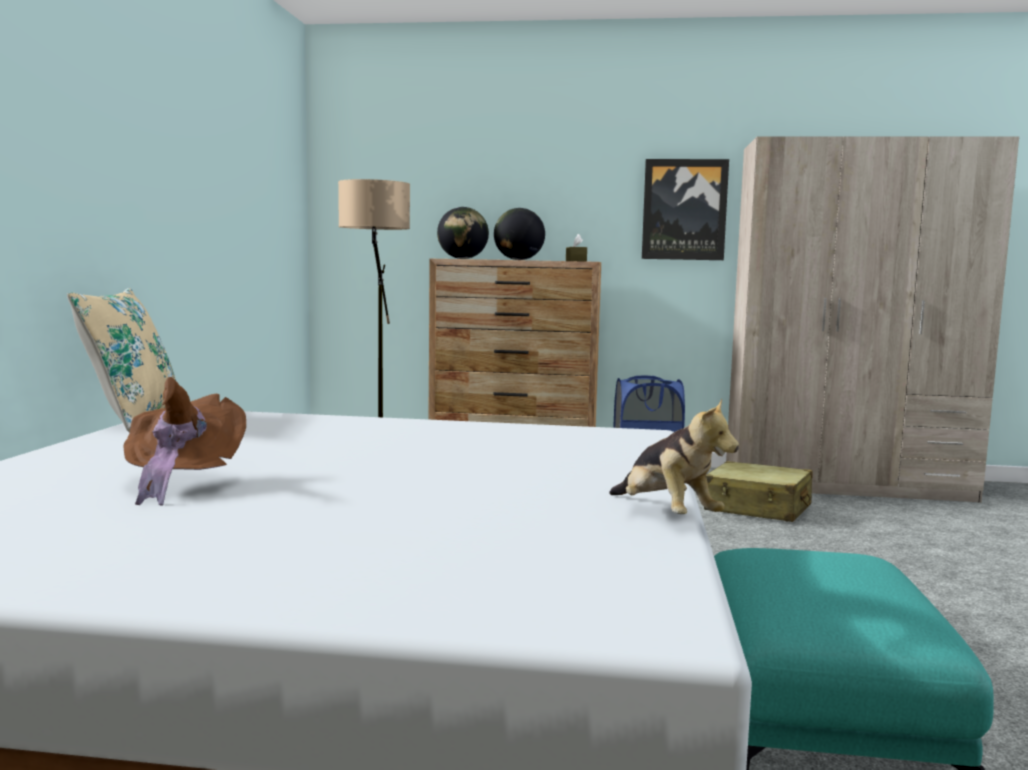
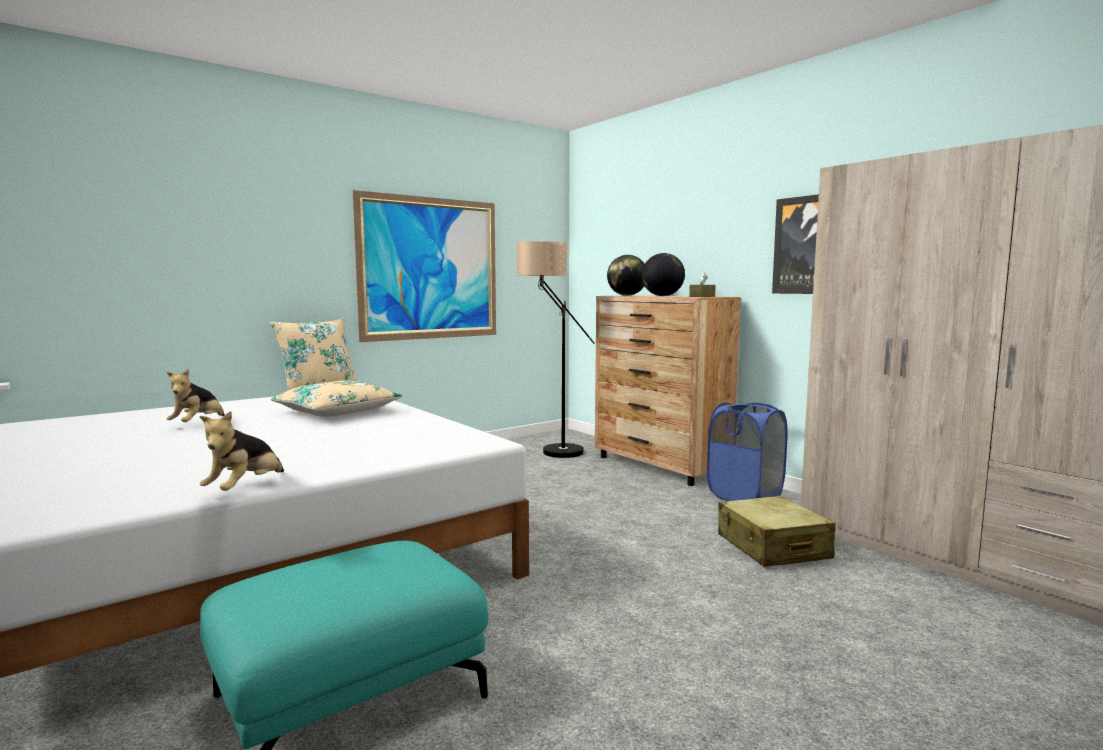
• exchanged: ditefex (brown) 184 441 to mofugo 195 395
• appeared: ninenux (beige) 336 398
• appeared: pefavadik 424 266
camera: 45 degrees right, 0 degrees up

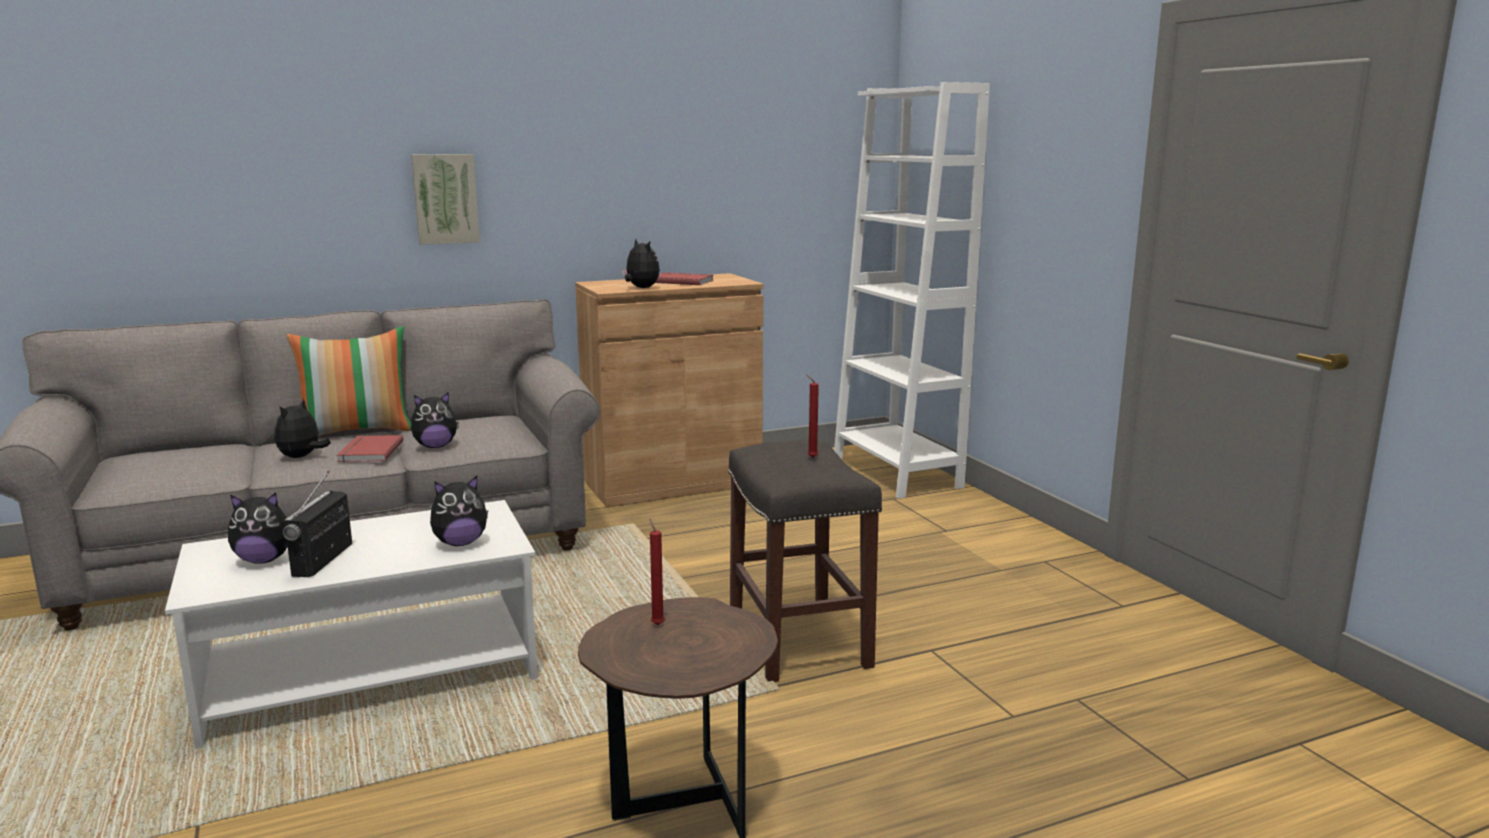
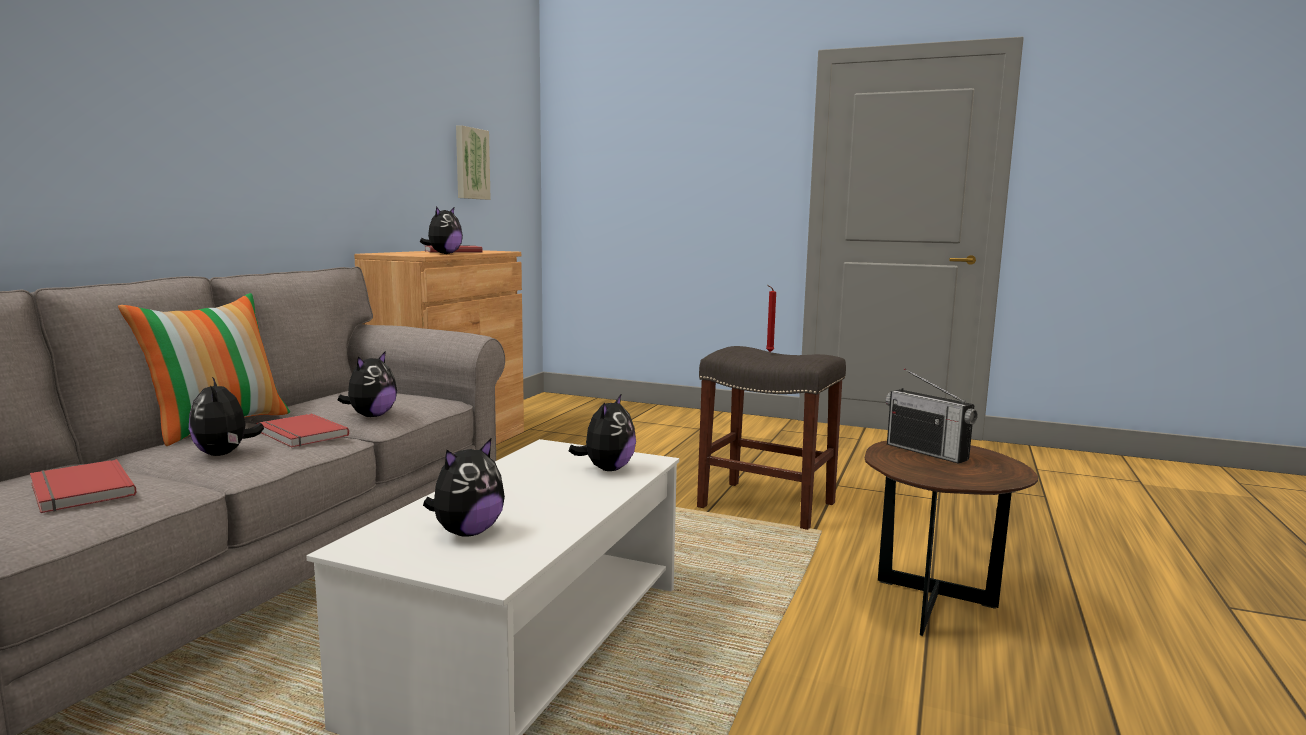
• appeared: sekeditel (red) 83 486
• spun: mofugo 641 263 = 441 230 105 degrees clockwise
• relocated: pefavadik 445 199 to 473 162
• relocated: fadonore 317 524 to 932 416
• missing: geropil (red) 657 571
• missing: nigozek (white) 912 290
camera: 45 degrees left, 5 degrees down

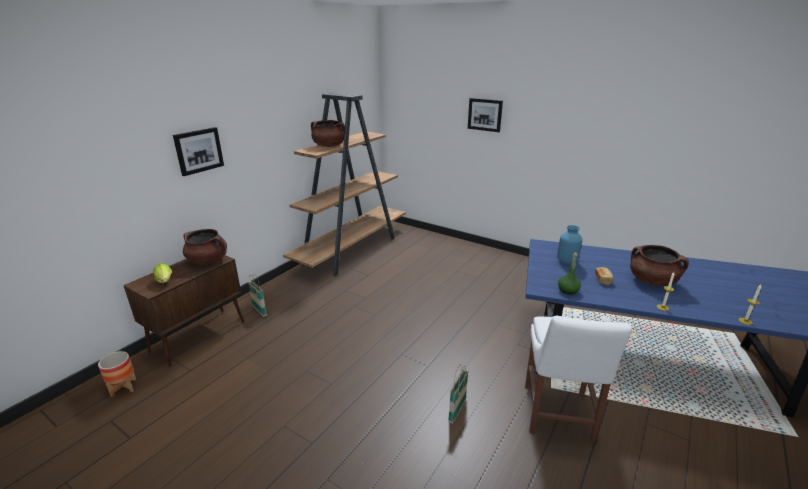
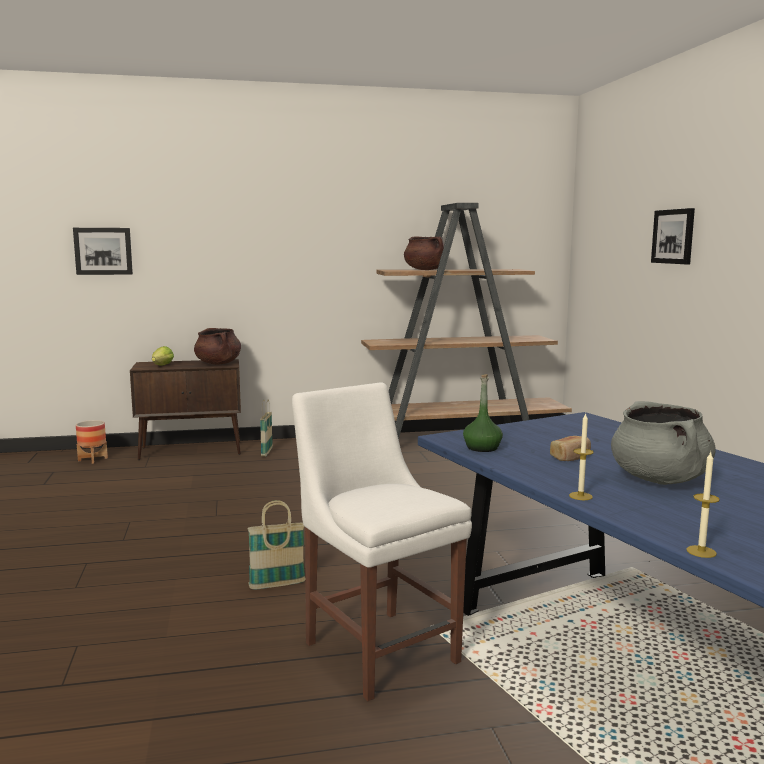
• relocated: pefavadik 198 151 to 103 251
• spun: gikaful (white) 578 379 = 382 541 90 degrees clockwise
• colour: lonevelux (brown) 659 265 to lonevelux (grey) 663 443
• missing: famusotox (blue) 570 244
camera: 45 degrees right, 15 degrees down

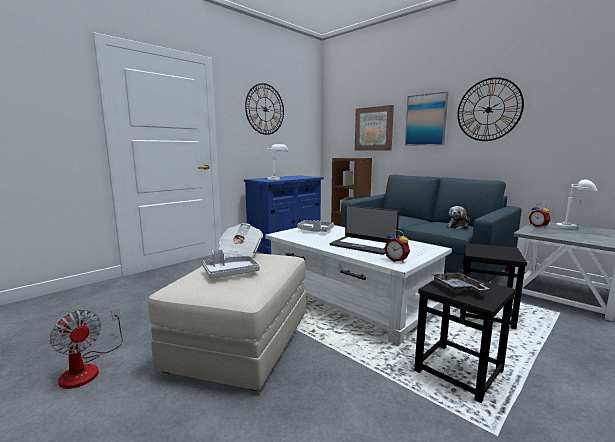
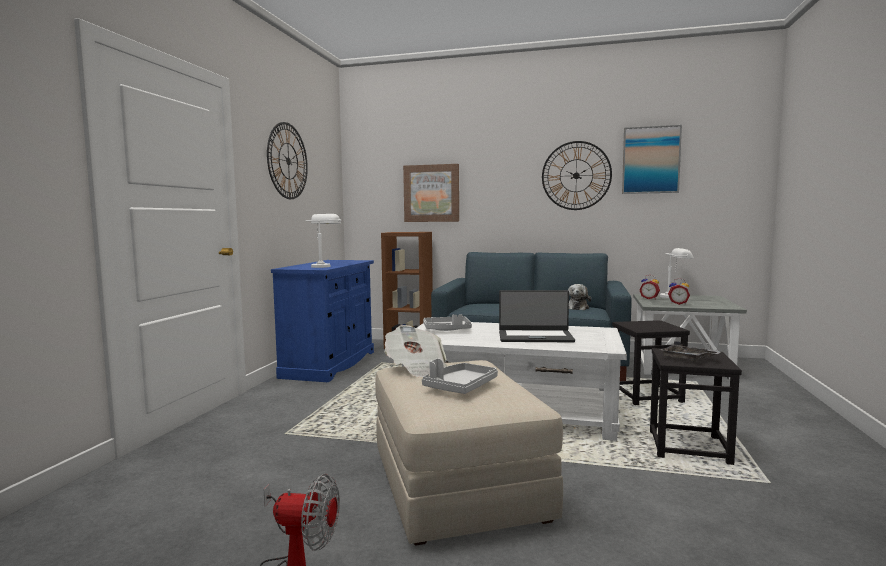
• relocated: pefavadik 426 118 to 652 159
• relocated: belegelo 397 246 to 679 291
camera: 30 degrees left, 5 degrees down

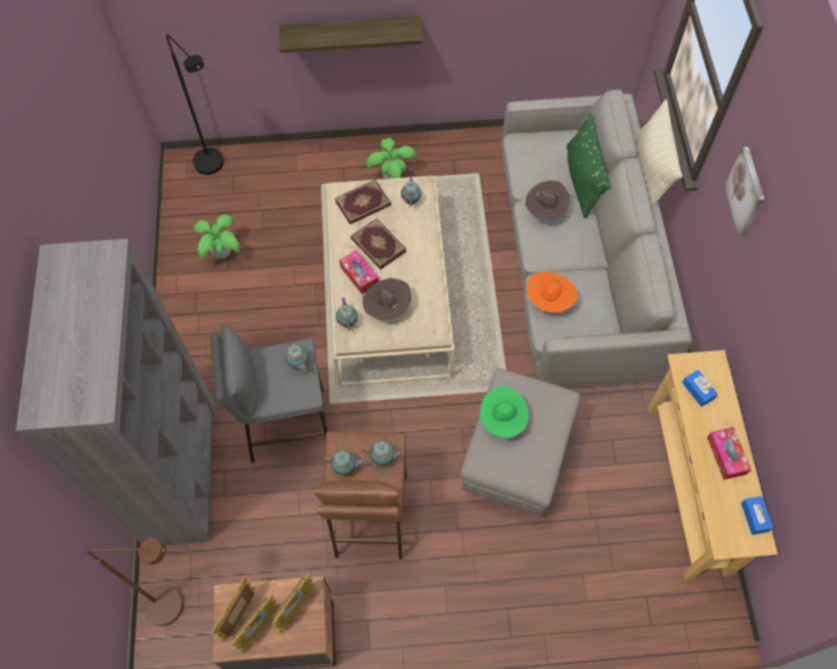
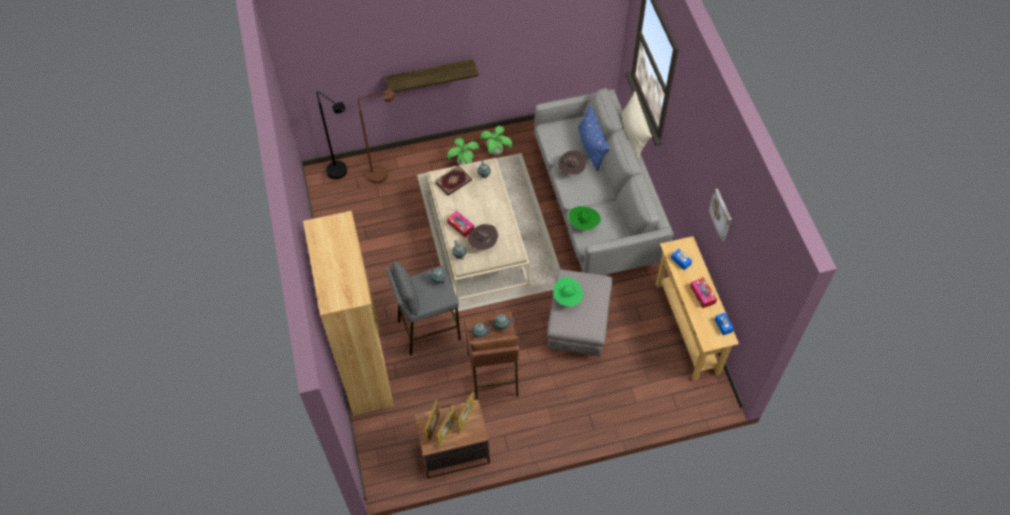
• colour: nigozek (grey) 115 392 to nigozek (brown) 348 313
• relocated: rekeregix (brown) 135 582 to 376 137
• relocated: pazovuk 217 236 to 496 140
• colour: ditefex (orange) 552 291 to ditefex (green) 585 218
• colour: ninenux (green) 589 165 to ninenux (blue) 594 138
• relocated: pefavadik 744 191 to 720 215
• missing: sekeditel 379 244
camera: 10 degrees left, 5 degrees down

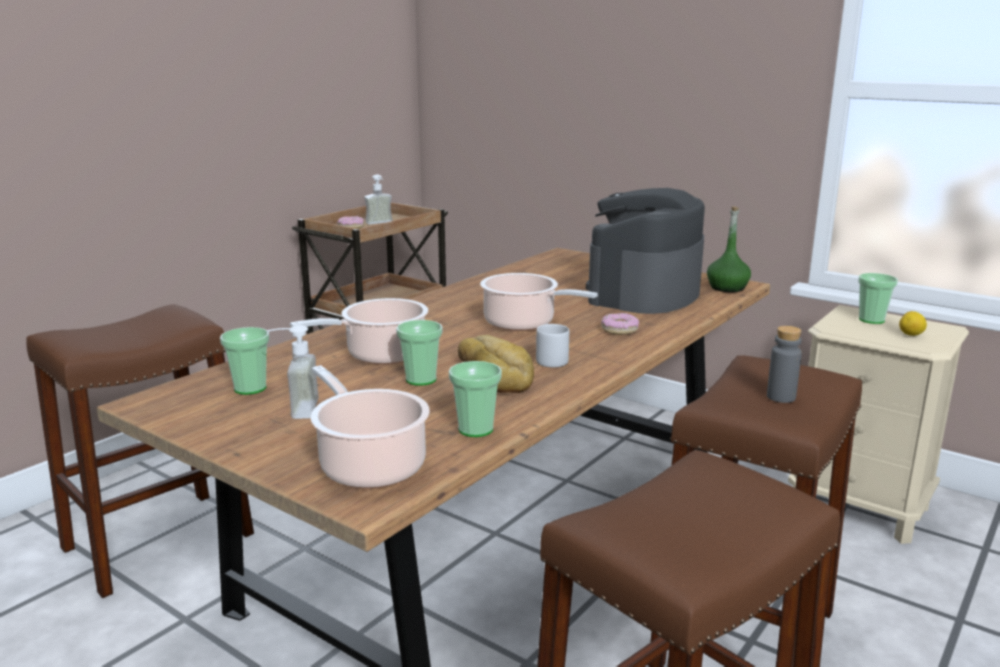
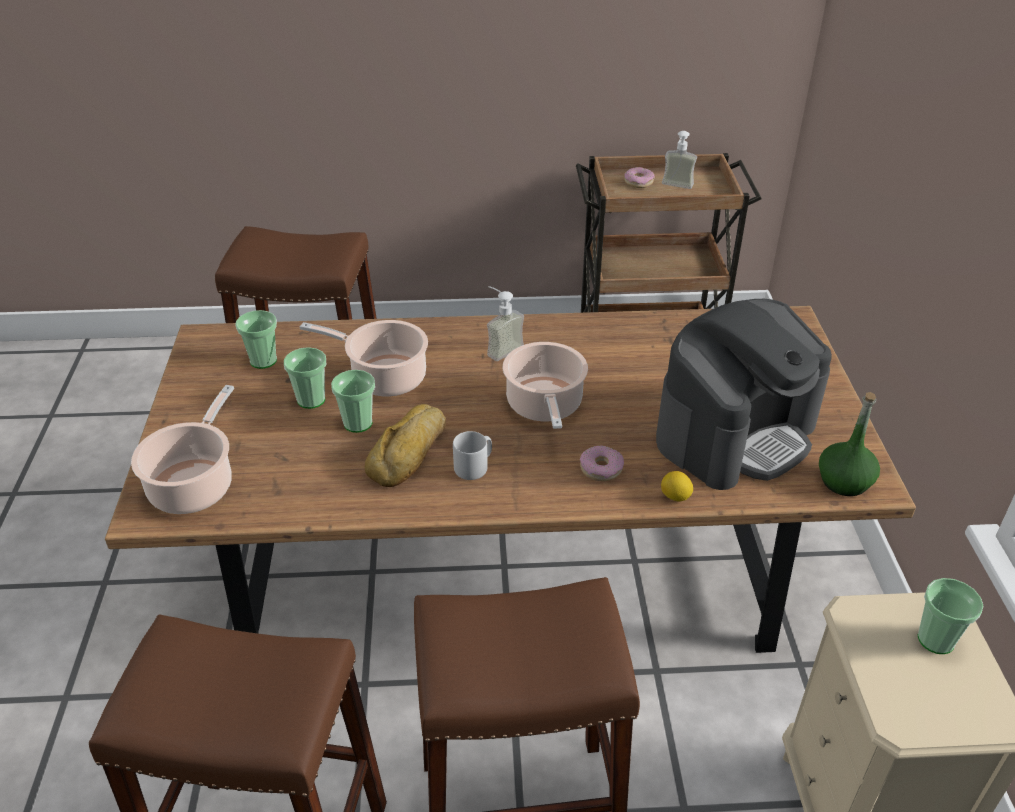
• relocated: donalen 475 399 to 305 378
• relocated: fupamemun 292 372 to 505 323
• spun: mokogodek 645 251 = 744 394 150 degrees clockwise
• relocated: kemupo 913 323 to 677 486
• missing: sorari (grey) 784 364
camera: 50 degrees right, 20 degrees up

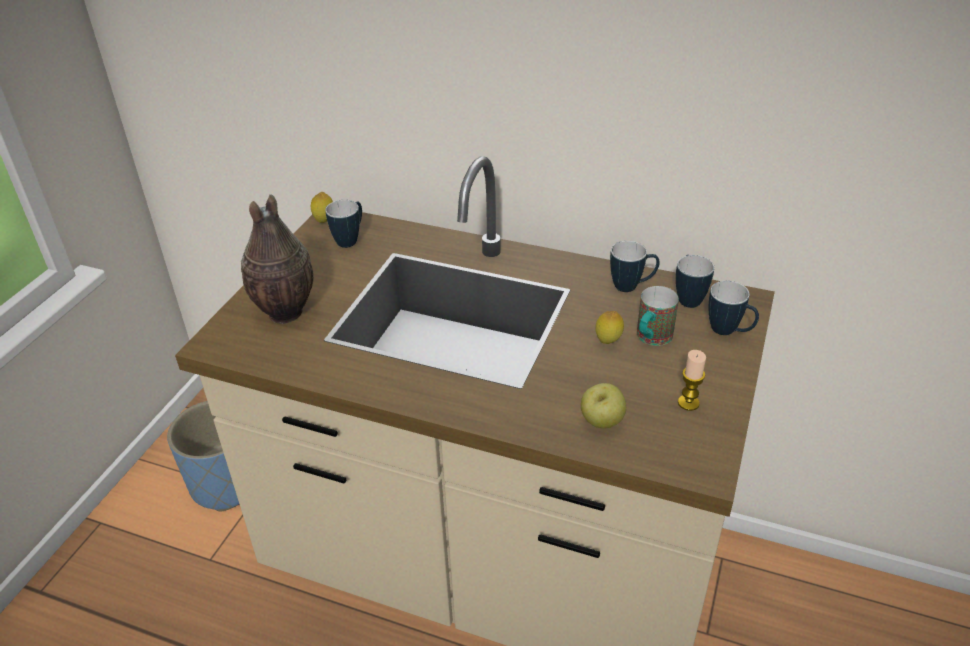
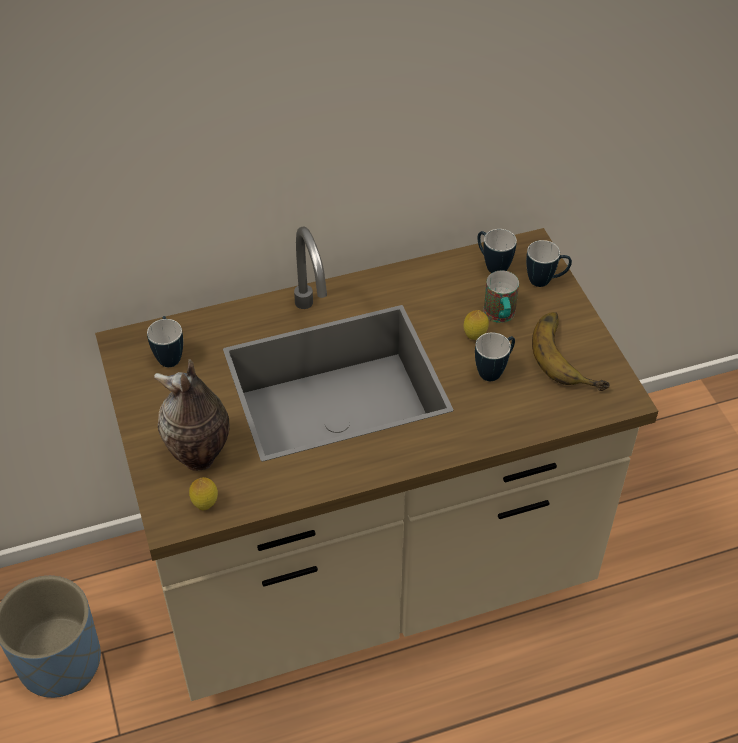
• relocated: kemupo 322 207 to 203 493
• relocated: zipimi 635 266 to 495 357
• exchanged: geropil 692 380 to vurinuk 571 351
• missing: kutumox 603 406
camera: 40 degrees left, 10 degrees up

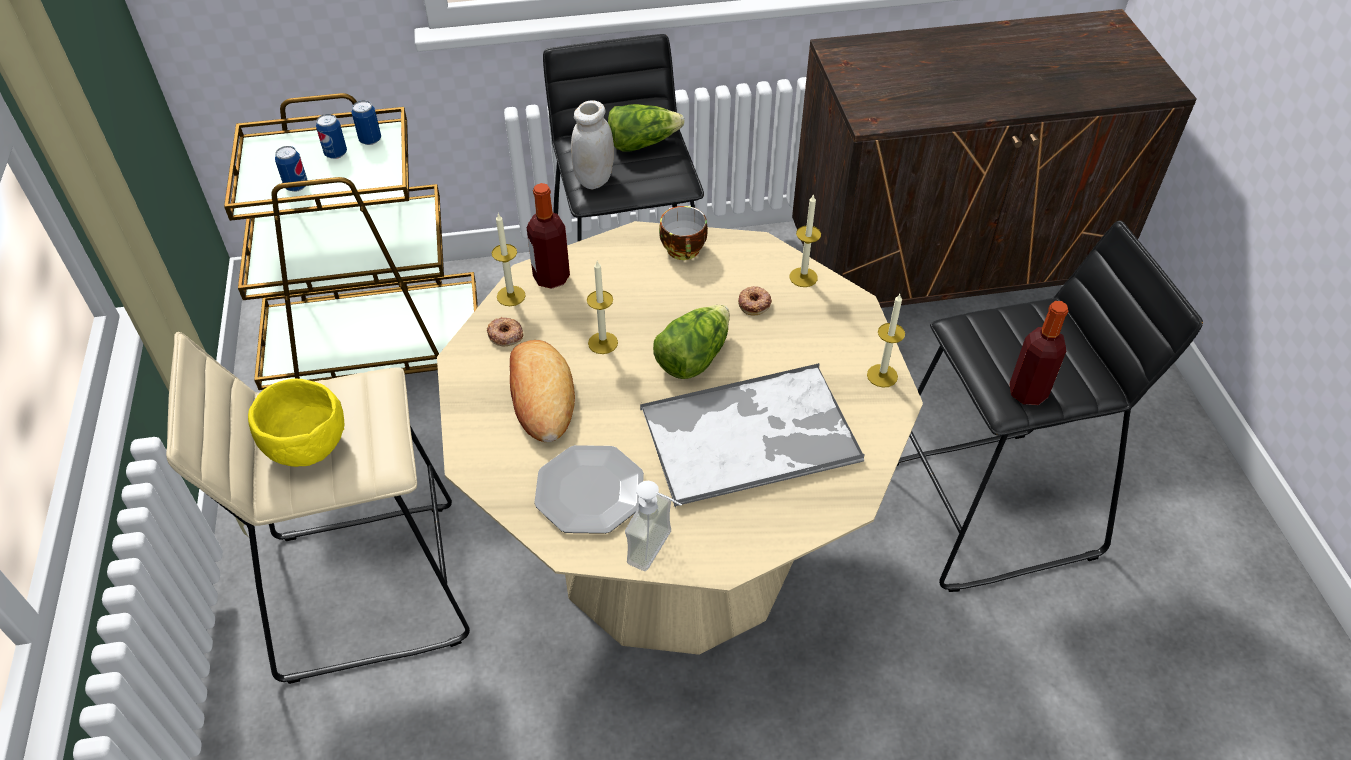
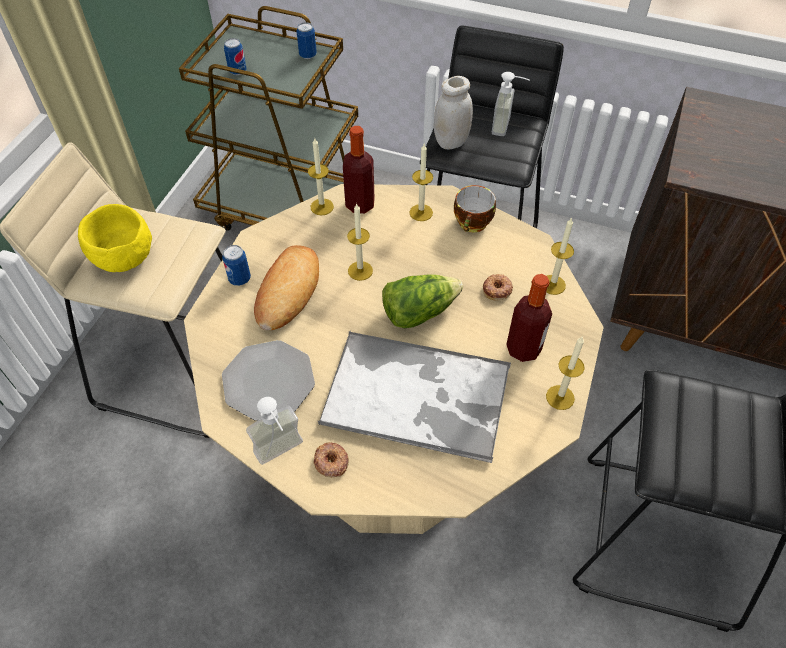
• relocated: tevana 331 136 to 236 265
• relocated: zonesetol 505 331 to 331 459
• appeared: geropil 421 182
• exchanged: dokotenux 646 127 to fupamemun 511 104
• relocated: sorari 1038 353 to 529 318
camera: 30 degrees right, 5 degrees up

